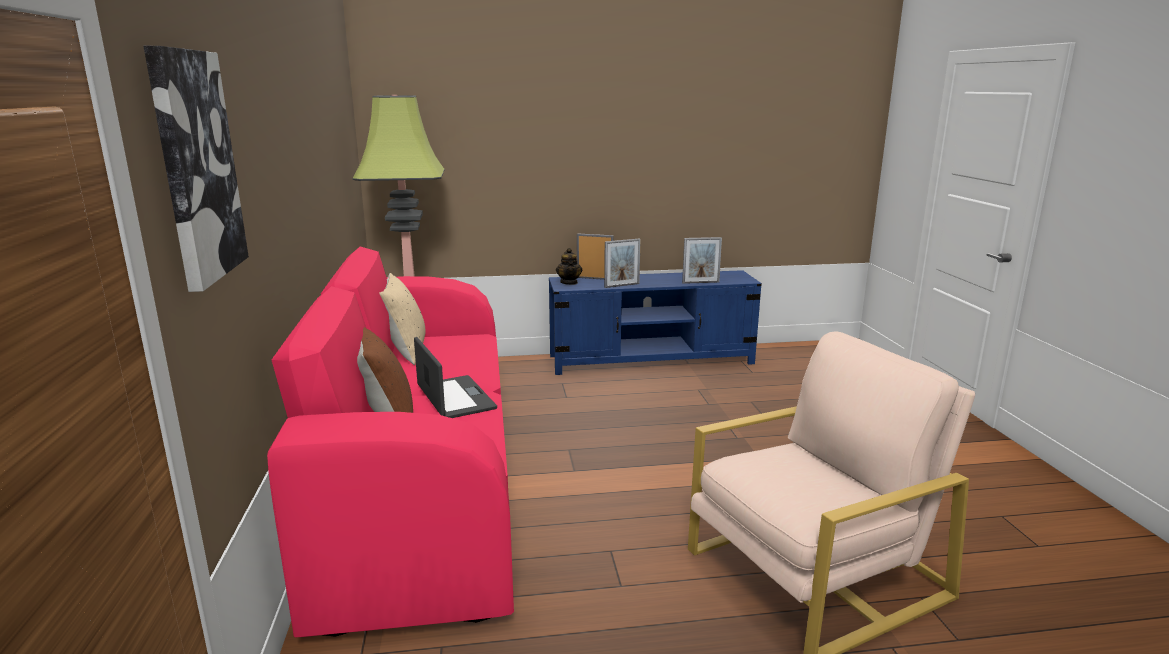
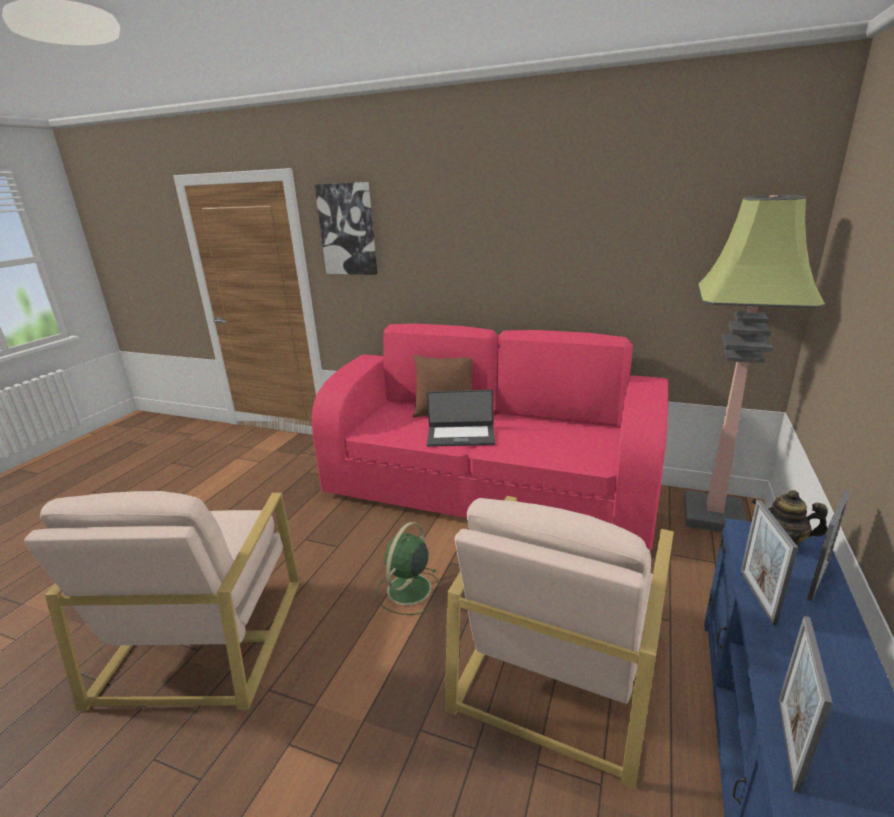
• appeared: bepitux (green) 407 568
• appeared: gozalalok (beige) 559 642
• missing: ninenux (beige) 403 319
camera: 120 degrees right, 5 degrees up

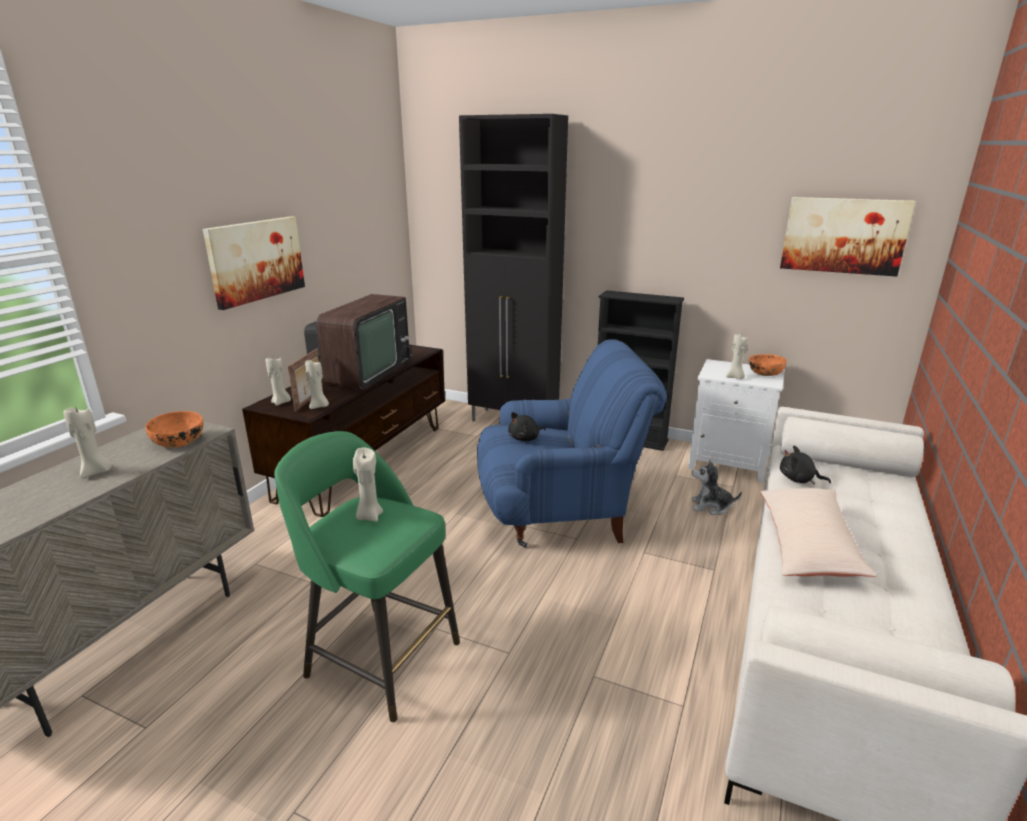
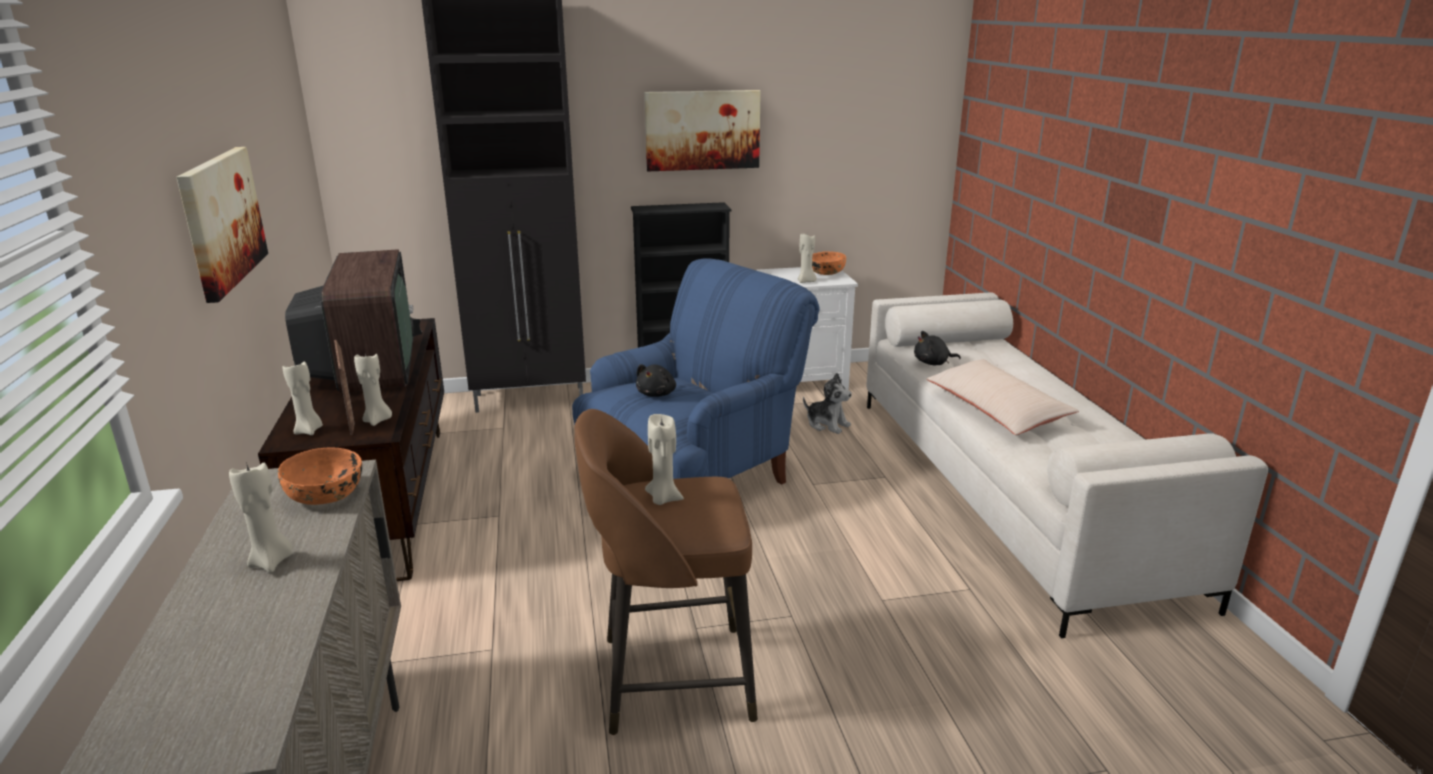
• colour: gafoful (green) 367 576 to gafoful (brown) 666 572
• relocated: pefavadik 848 237 to 702 130
• spun: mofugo 717 487 = 827 403 120 degrees counterclockwise
camera: 35 degrees left, 0 degrees up

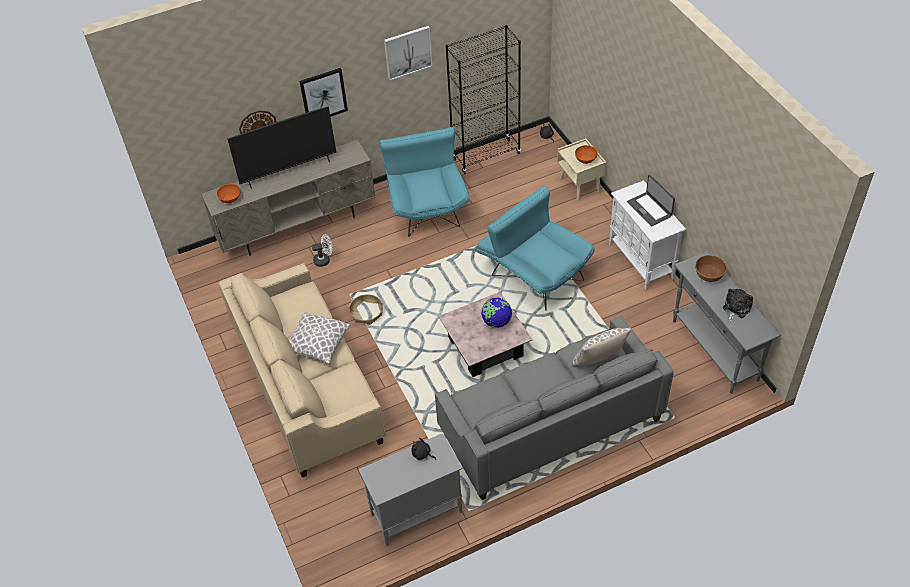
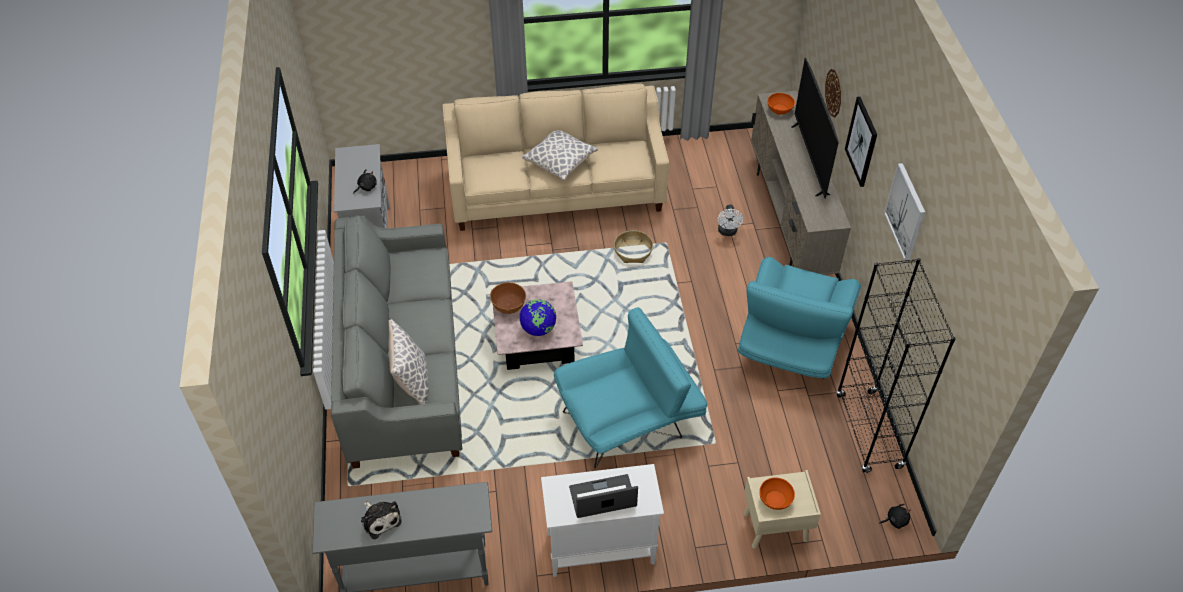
• relocated: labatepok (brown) 711 268 to 508 298
• spun: gozalalok (turquoise) 424 182 = 799 318 105 degrees clockwise
camera: 105 degrees right, 0 degrees up

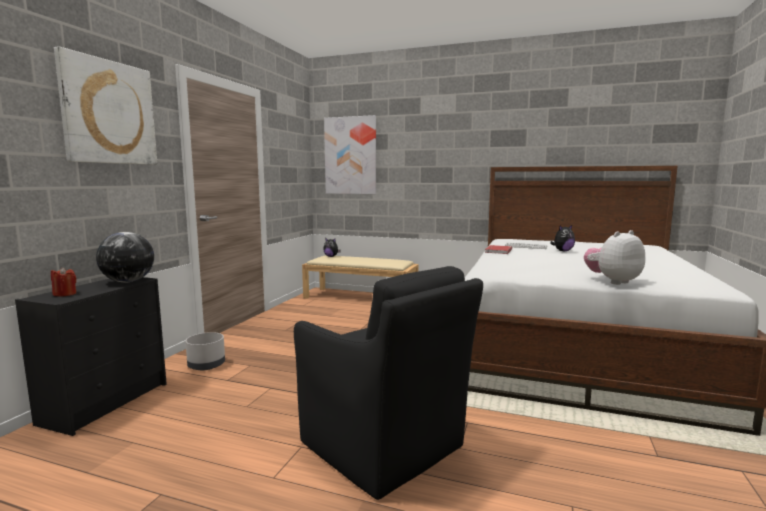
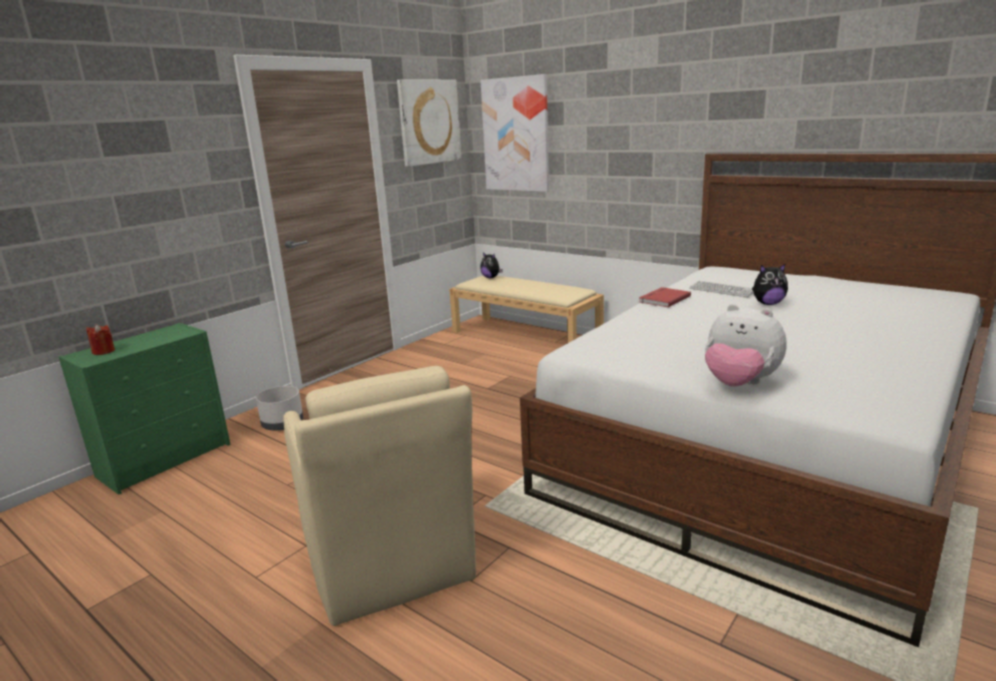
• colour: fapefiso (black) 91 356 to fapefiso (green) 144 409
• colour: gozalalok (black) 388 383 to gozalalok (beige) 379 496
• relocated: pefavadik 105 105 to 429 123
• spun: mofugo 614 257 = 746 345 135 degrees counterclockwise
• missing: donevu 125 257
camera: 20 degrees right, 10 degrees up

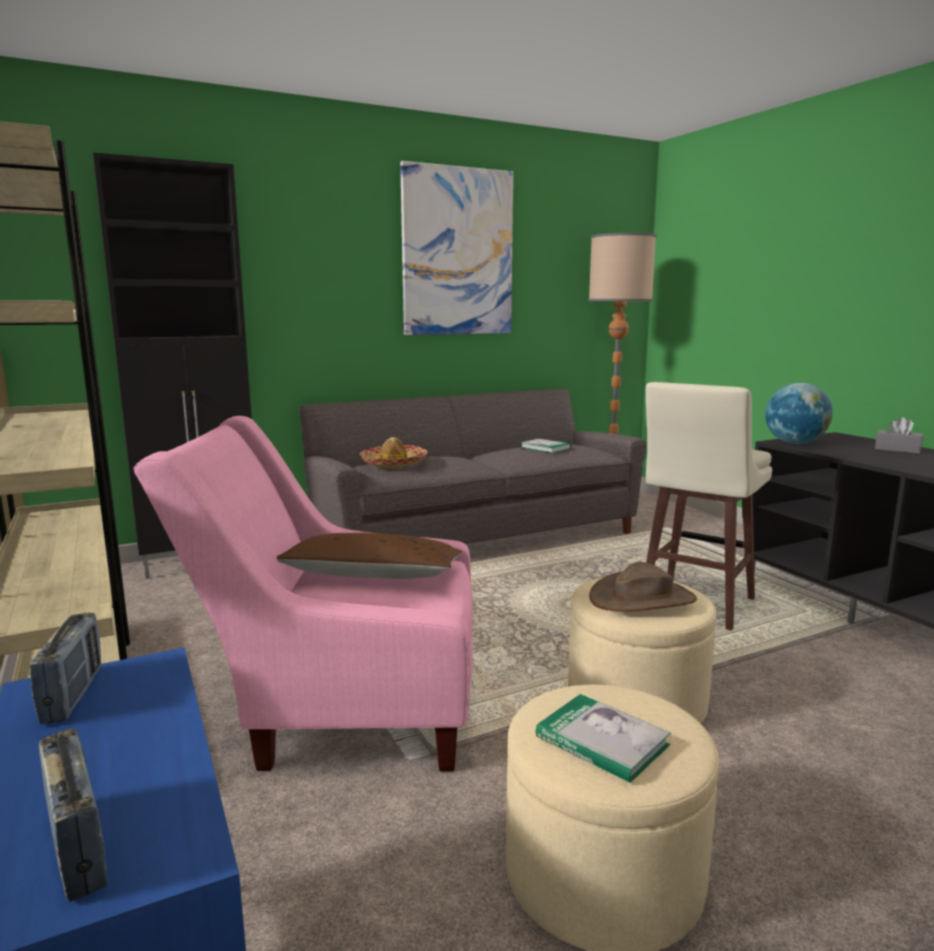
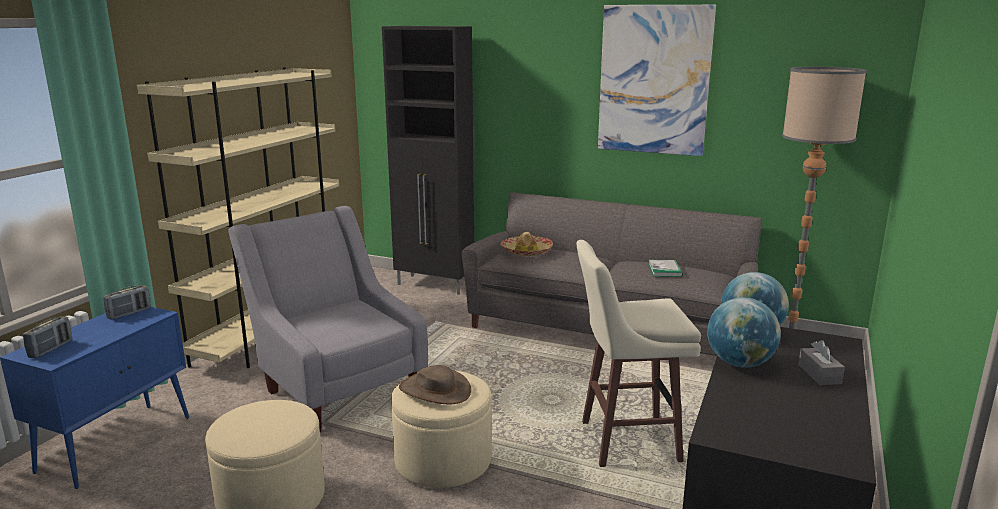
• colour: gozalalok (pink) 303 594 to gozalalok (grey) 328 319
• appeared: donevu 744 332
• missing: ninenux (brown) 369 556
• missing: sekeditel 603 738
camera: 50 degrees right, 5 degrees up

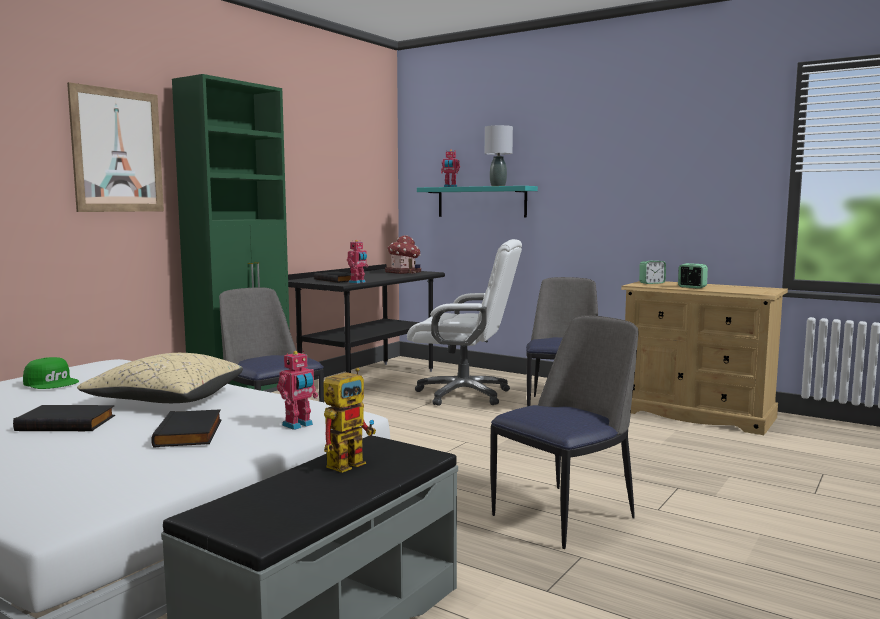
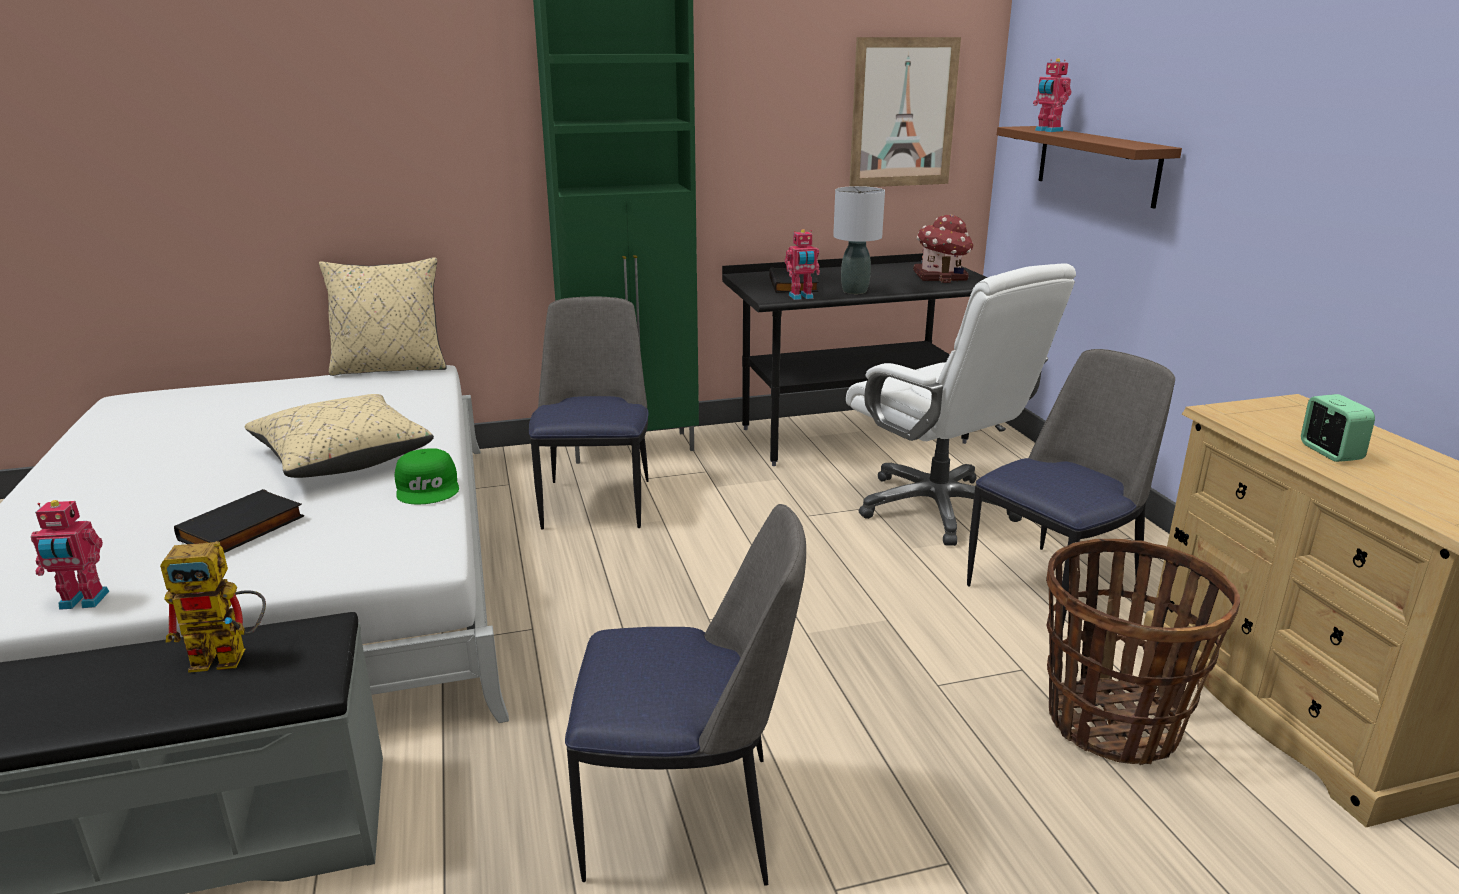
• relocated: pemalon 297 390 to 70 555
• appeared: ninenux (beige) 382 316
• relocated: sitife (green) 51 373 to 426 476
• relocated: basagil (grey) 499 155 to 859 240
• relocated: pefavadik 115 147 to 905 112
• colour: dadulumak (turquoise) 477 202 to dadulumak (brown) 1089 167
• appeared: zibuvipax 1143 652
• missing: sekeditel (black) 64 418
• missing: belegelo 652 272
camera: 40 degrees right, 15 degrees up

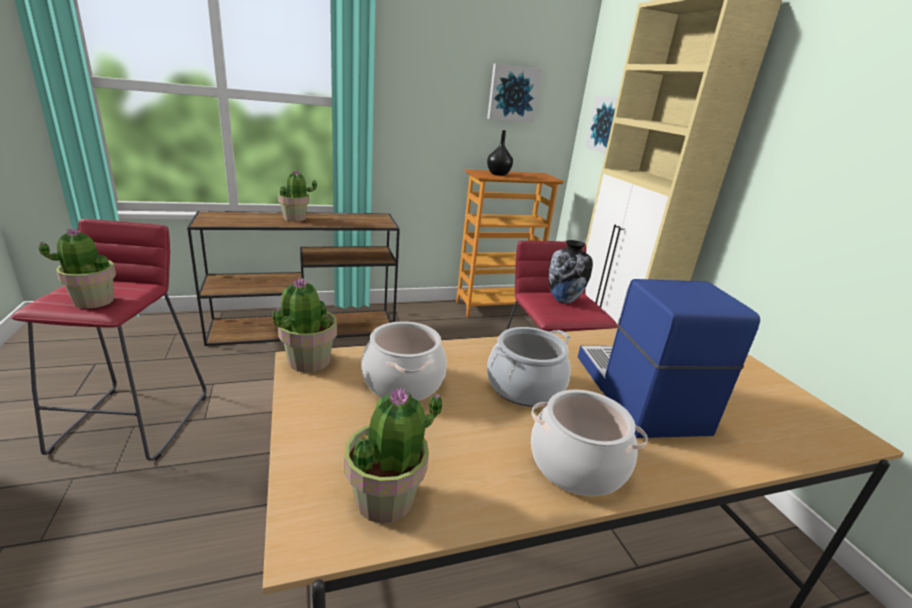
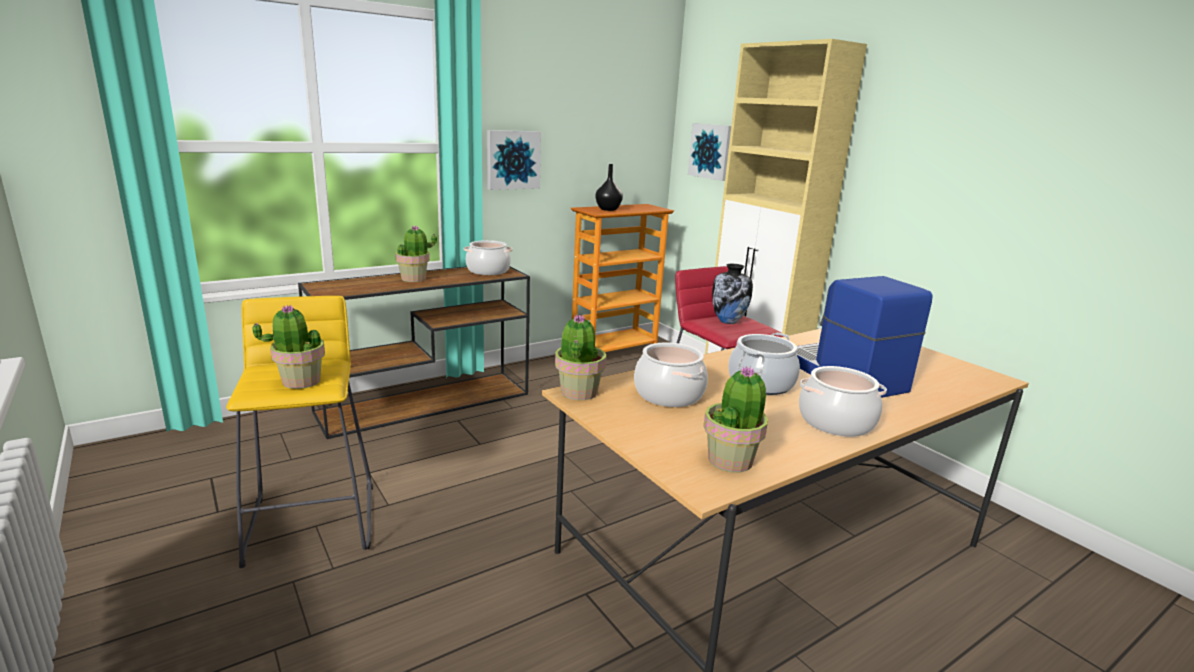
• colour: gafoful (red) 108 340 to gafoful (yellow) 299 432
• appeared: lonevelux 488 257
• relocated: pefavadik 514 93 to 514 160
camera: 15 degrees left, 5 degrees down

